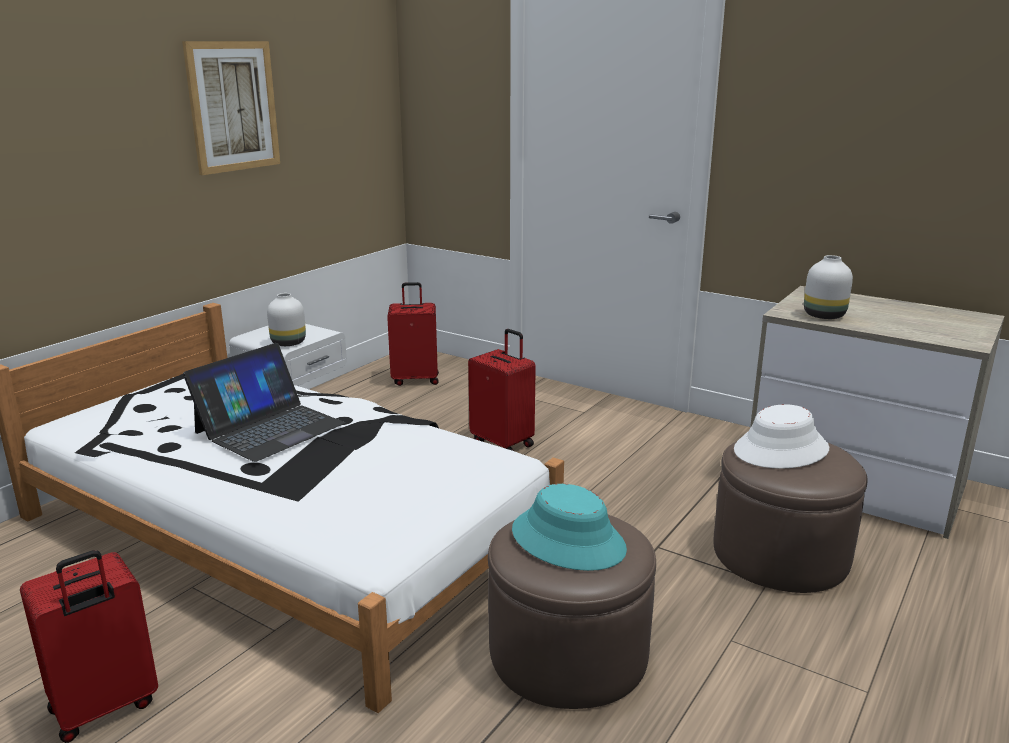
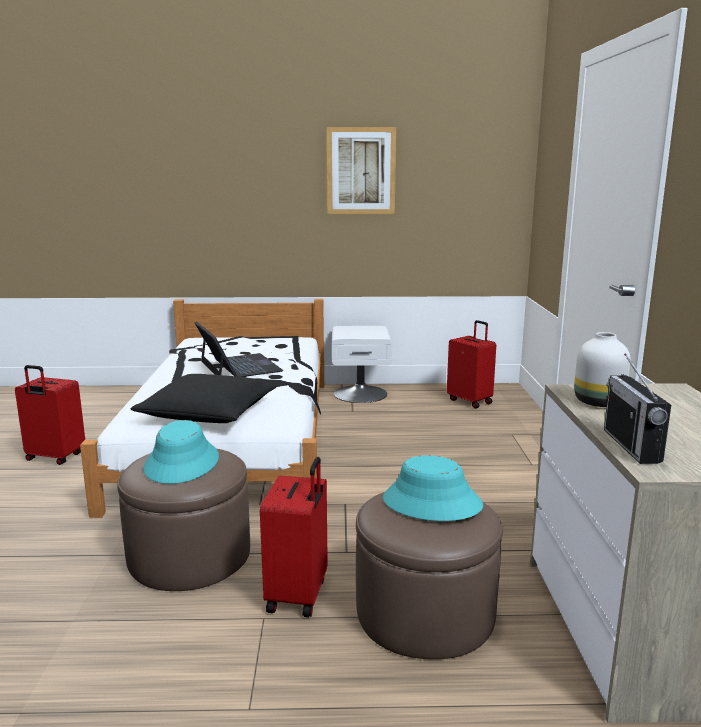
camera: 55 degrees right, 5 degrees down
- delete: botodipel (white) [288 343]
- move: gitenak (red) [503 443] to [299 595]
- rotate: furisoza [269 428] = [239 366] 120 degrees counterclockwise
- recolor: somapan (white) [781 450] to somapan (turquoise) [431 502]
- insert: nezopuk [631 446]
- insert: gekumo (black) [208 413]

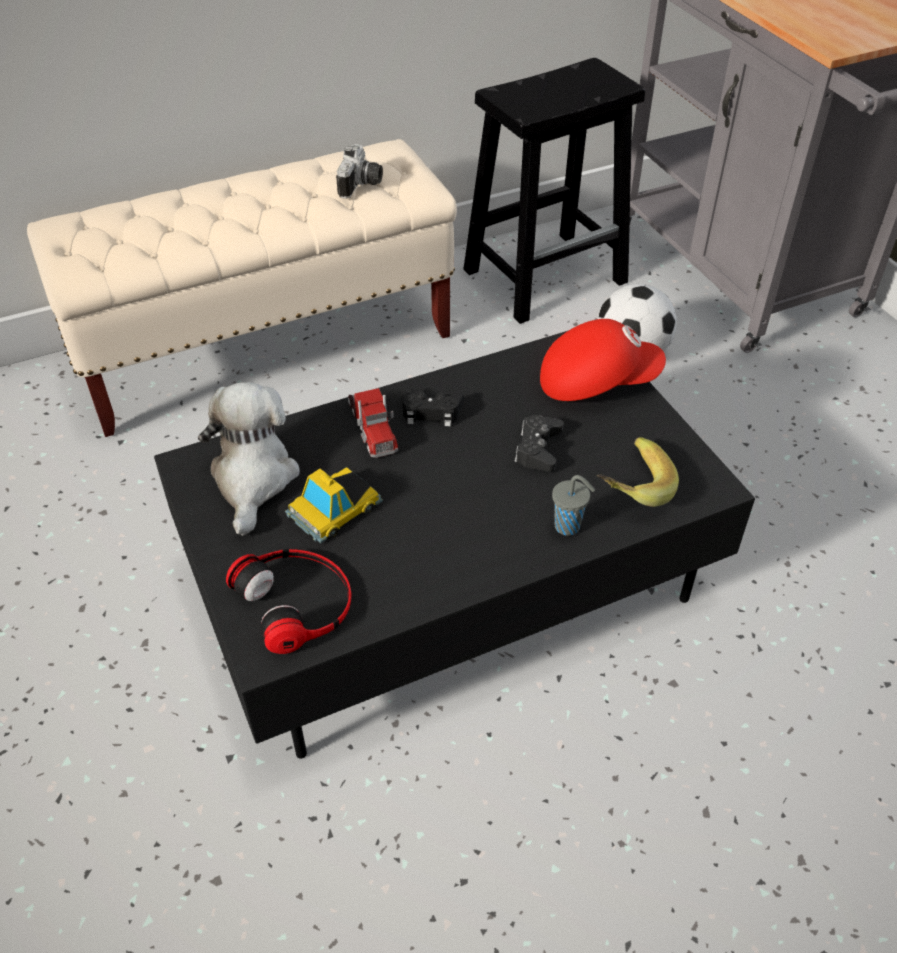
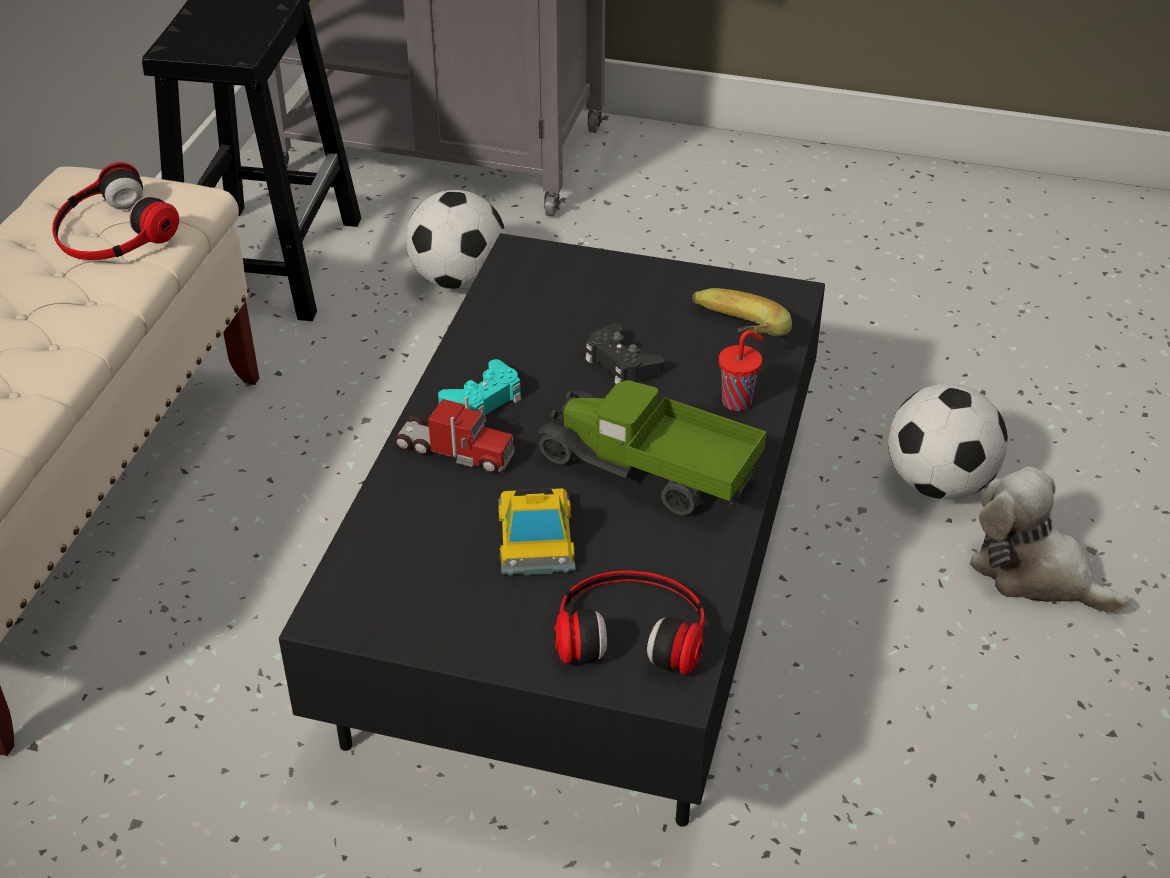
camera: 50 degrees left, 5 degrees down
- replace: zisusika [362 185] to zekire [111 231]
- delete: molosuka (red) [596 381]
- move: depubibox [253 478] to [1035 573]
- recolor: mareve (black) [431 411] to mareve (turquoise) [483 400]
- recolor: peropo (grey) [569 527] to peropo (red) [738 401]
- insert: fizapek [648 471]
- insert: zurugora [939 483]

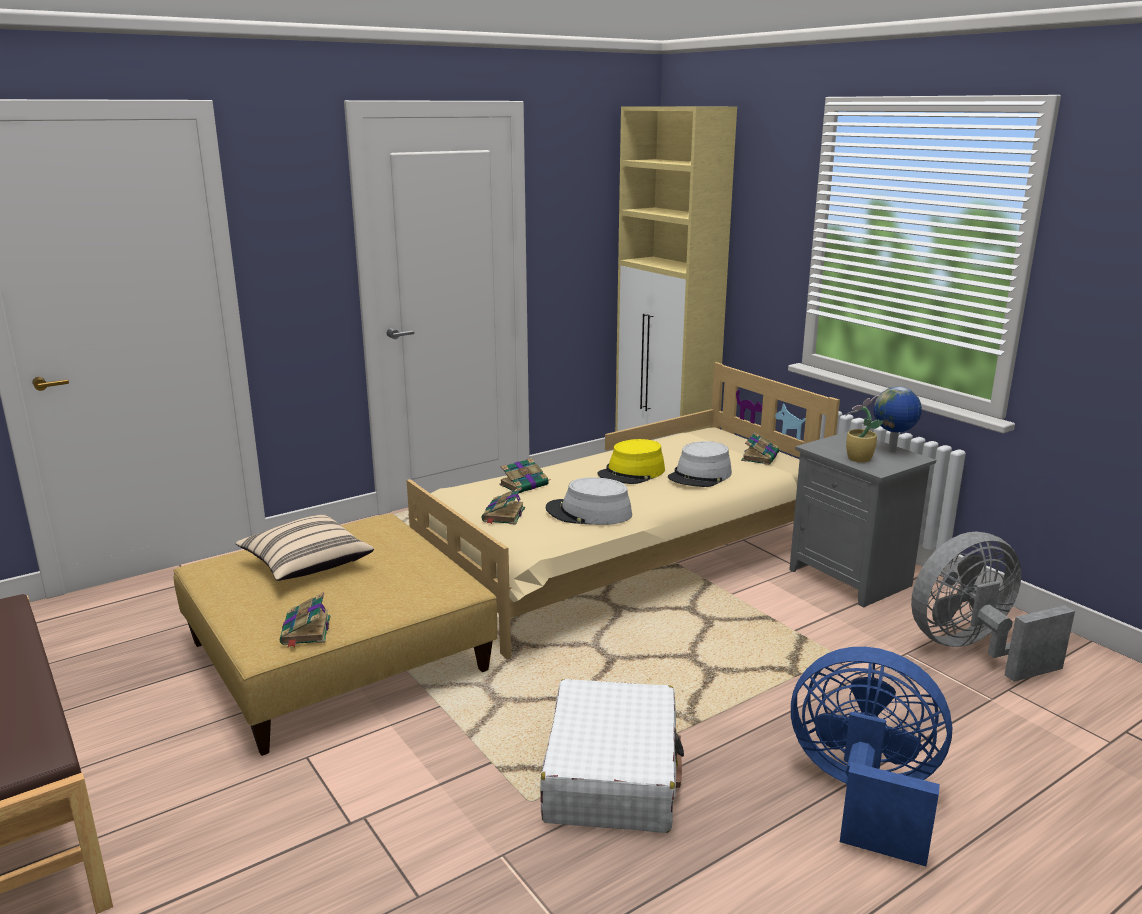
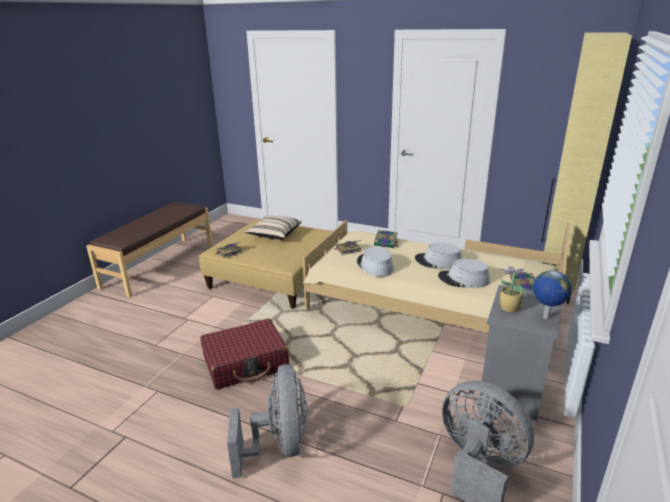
camera: 60 degrees right, 5 degrees up
- recolor: somapan (yellow) [632 473] to somapan (grey) [438 262]
- recolor: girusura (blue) [863 796] to girusura (grey) [279 445]
- recolor: gitenak (white) [612 774] to gitenak (red) [246 363]

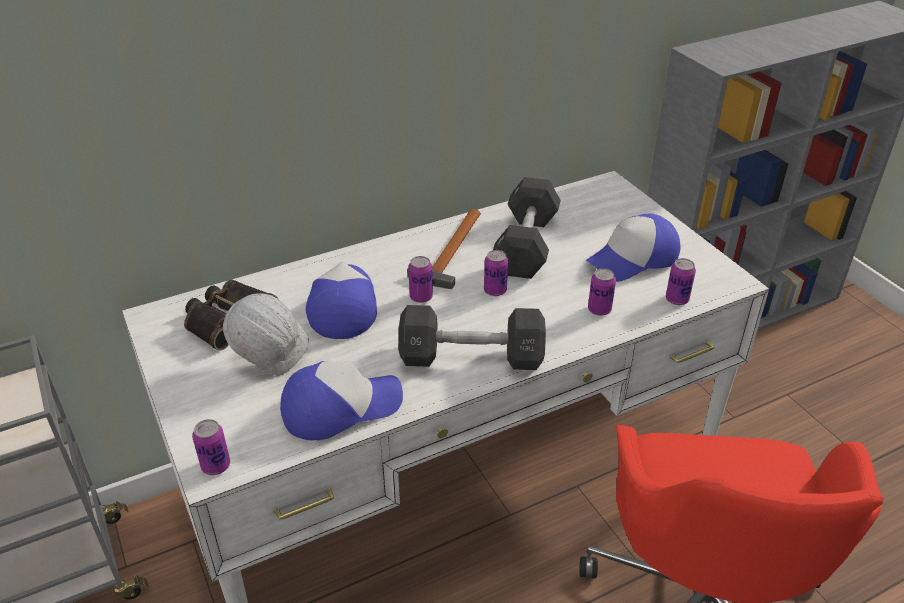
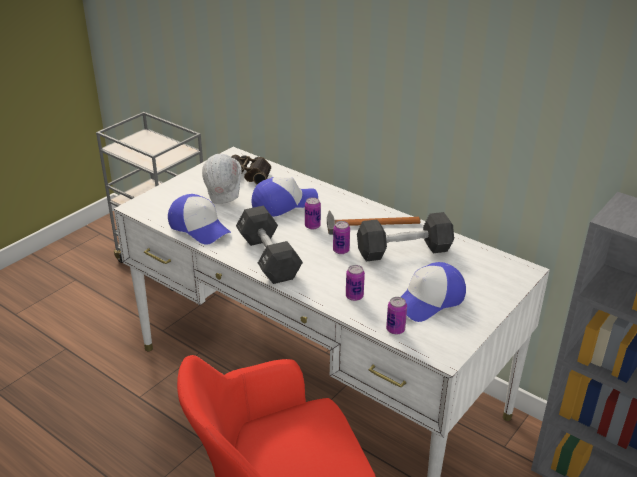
camera: 65 degrees right, 5 degrees down
- rotate: molosuka [633 259] = [429 300] 75 degrees counterclockwise
- delete: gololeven [216 466]

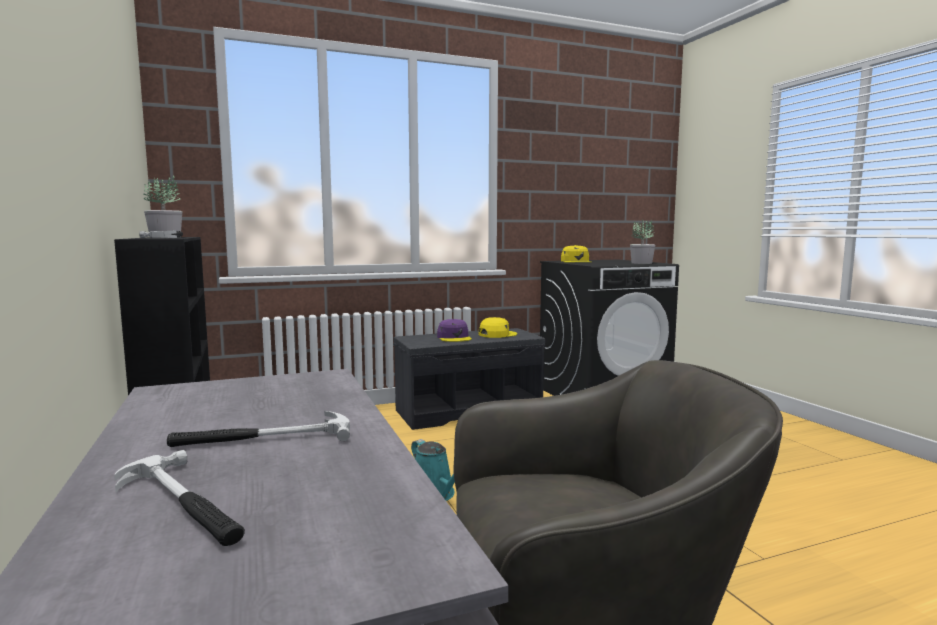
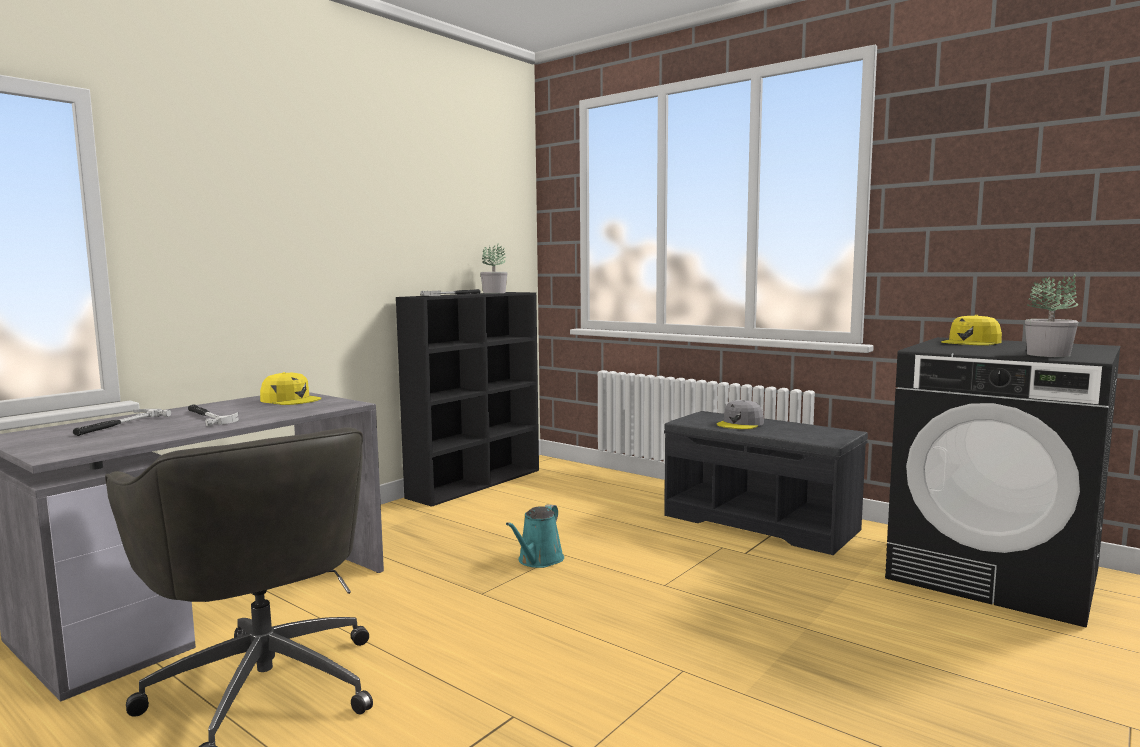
camera: 60 degrees right, 0 degrees up
- move: molosuka (yellow) [497 334] to [291 400]
- recolor: molosuka (purple) [454 338] to molosuka (grey) [740 424]

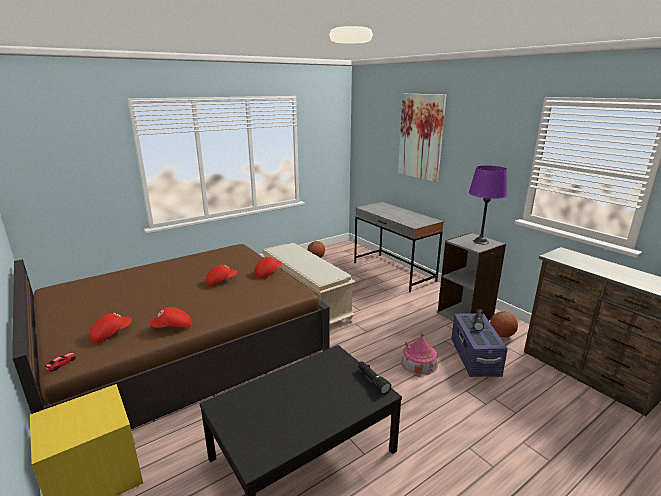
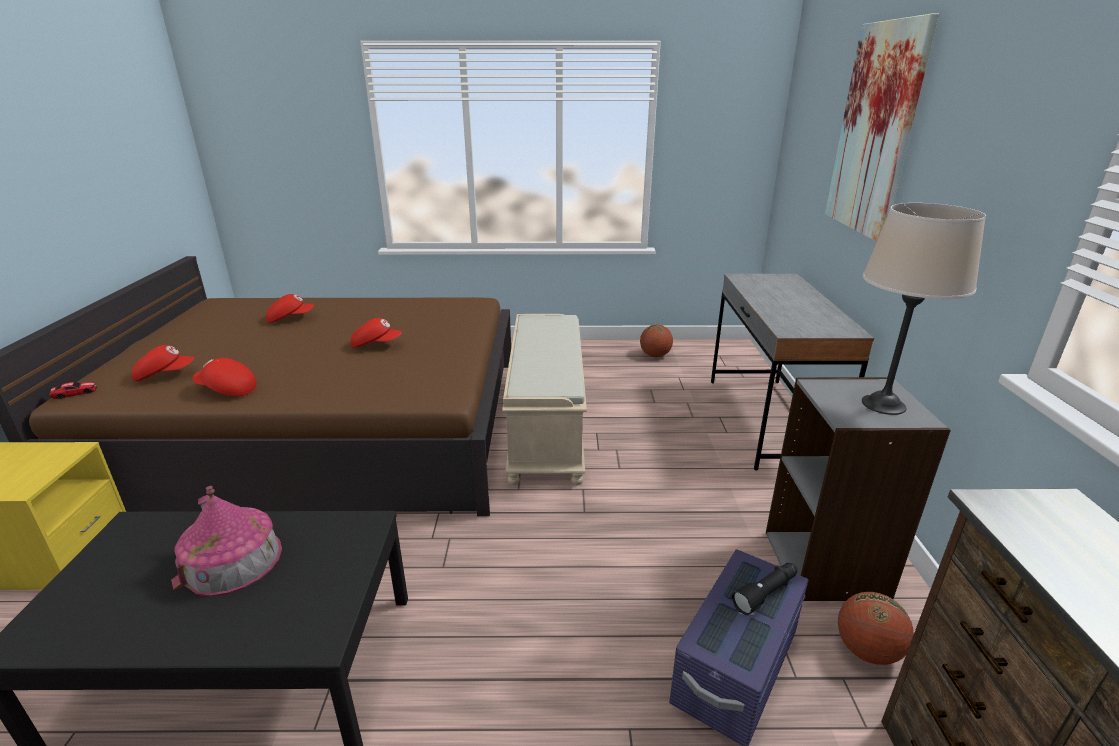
camera: 35 degrees right, 5 degrees up
- recolor: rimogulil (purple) [480 241] to rimogulil (beige) [883 404]
- move: molosuka (red) [268 273] to [290 318]
- move: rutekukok [419 363] to [232 560]
- delete: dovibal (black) [372 381]

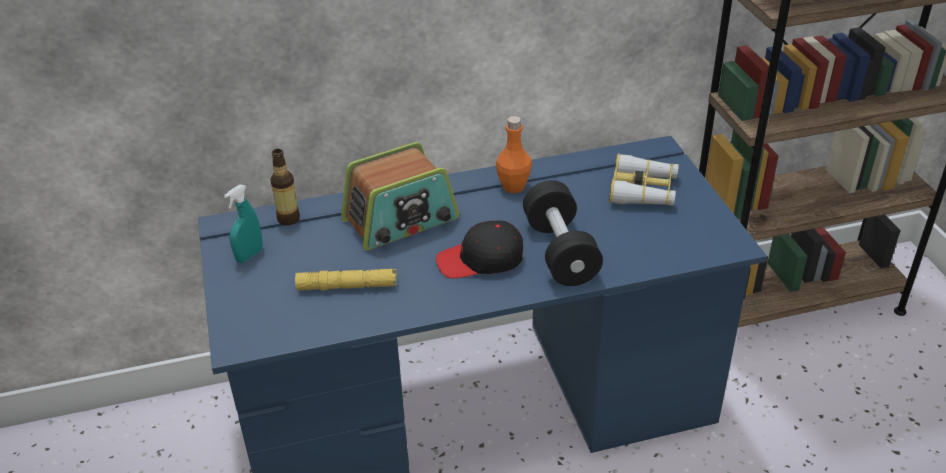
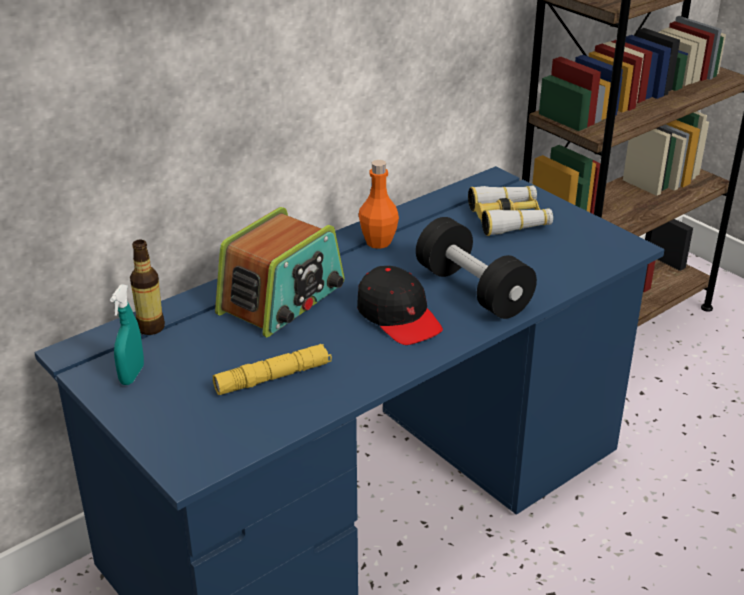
camera: 25 degrees left, 5 degrees down
- rotate: molosuka (black) [481 260] = [399 317] 90 degrees counterclockwise

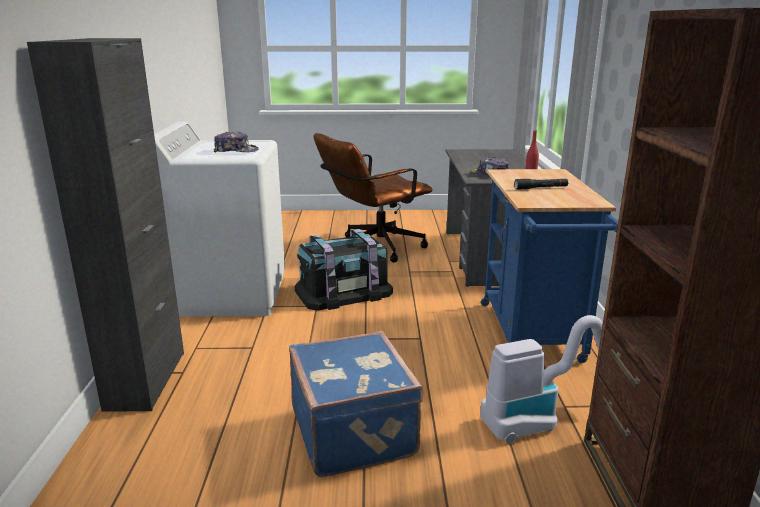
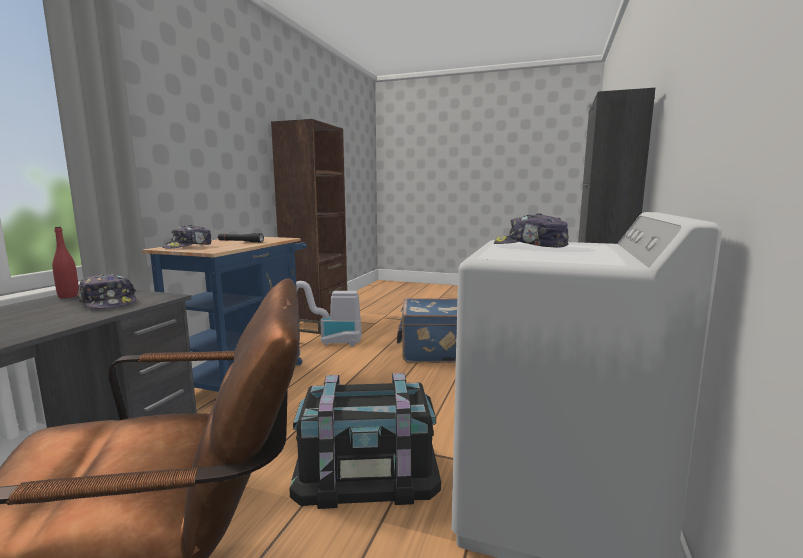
camera: 160 degrees left, 10 degrees down
- insert: molosuka [188 247]

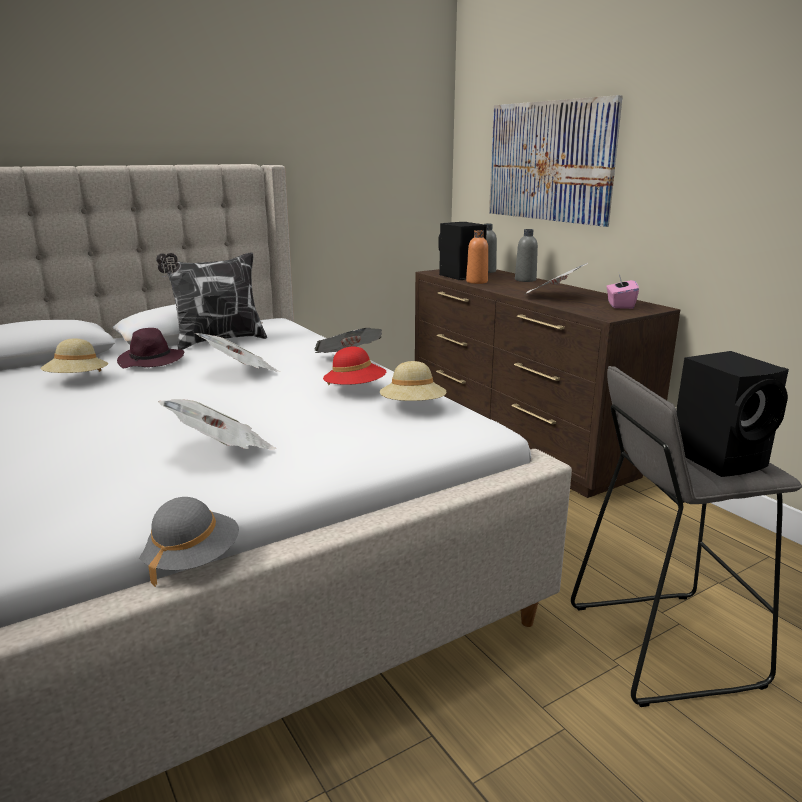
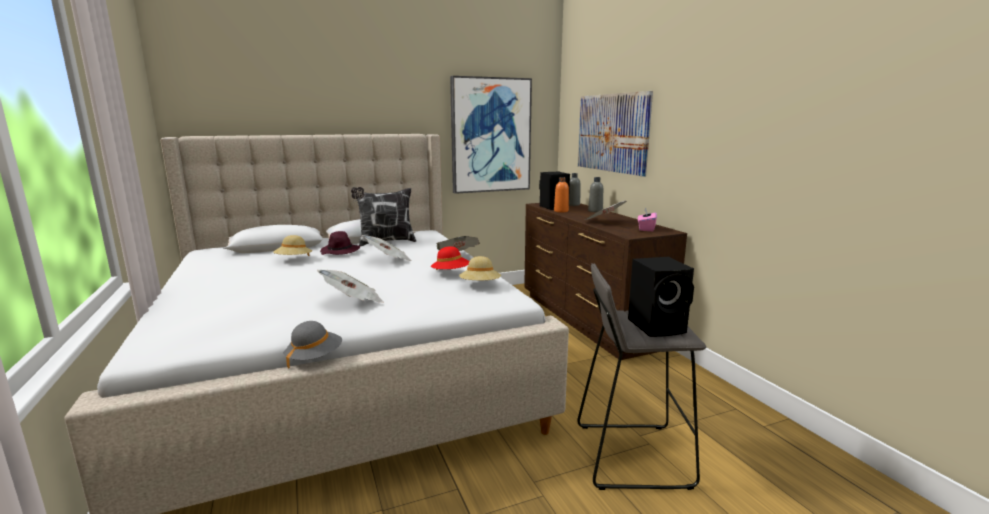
camera: 10 degrees right, 5 degrees down
- insert: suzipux [490 135]

